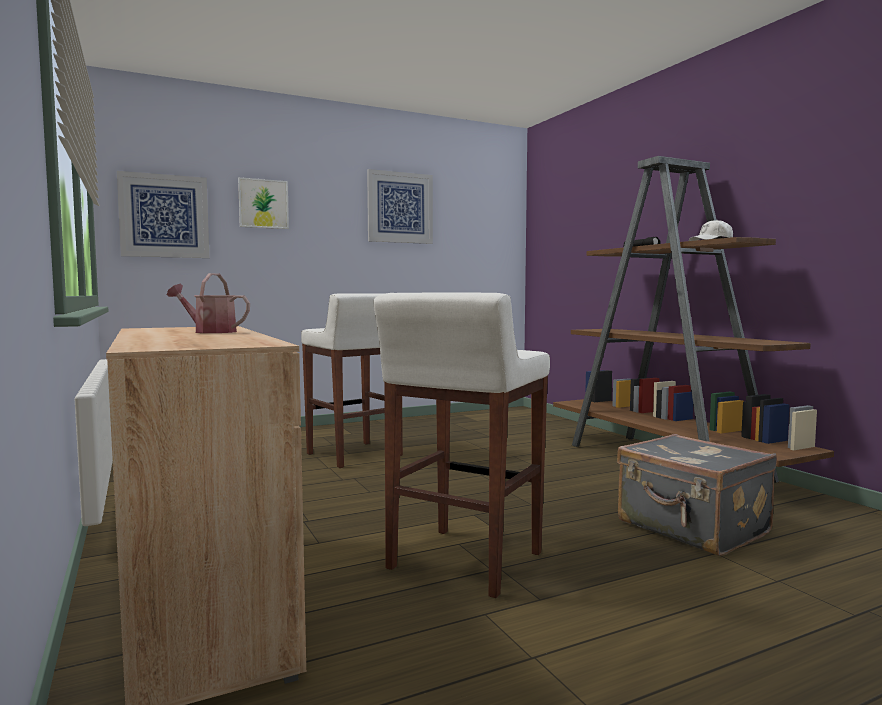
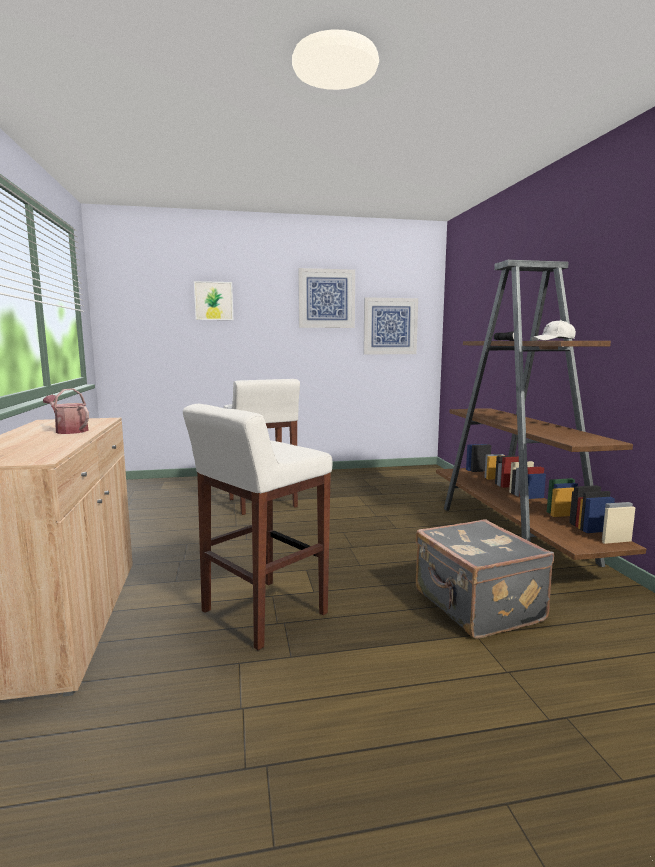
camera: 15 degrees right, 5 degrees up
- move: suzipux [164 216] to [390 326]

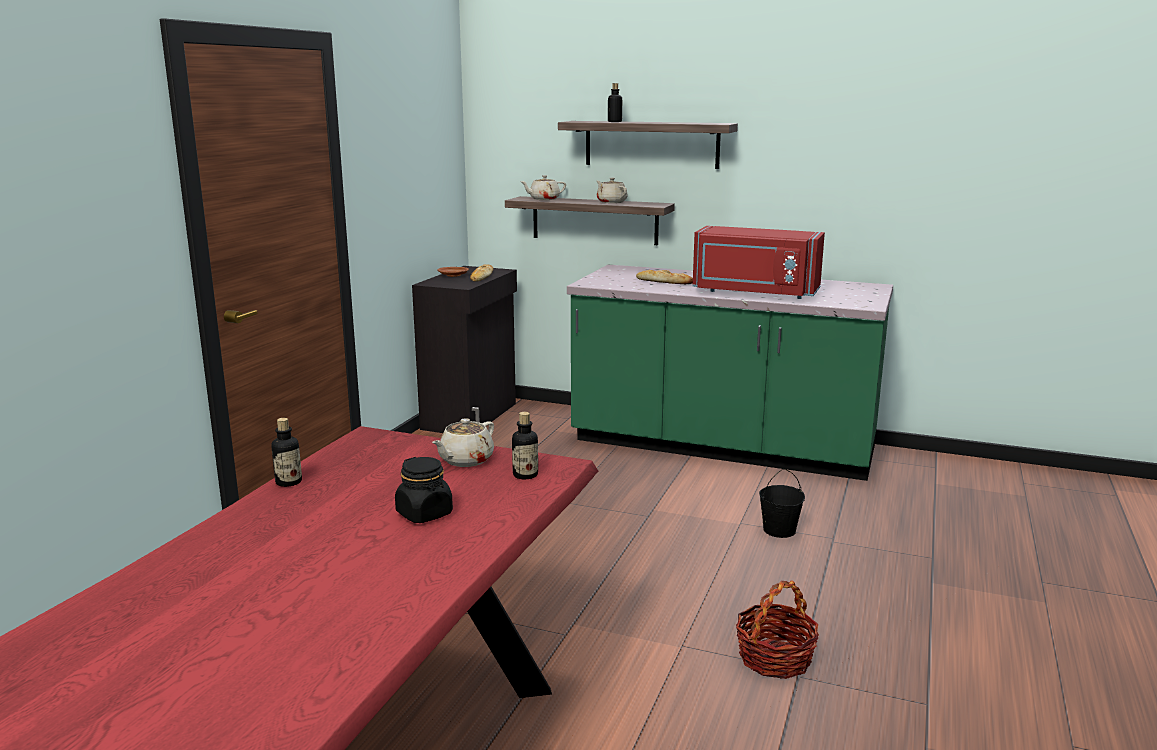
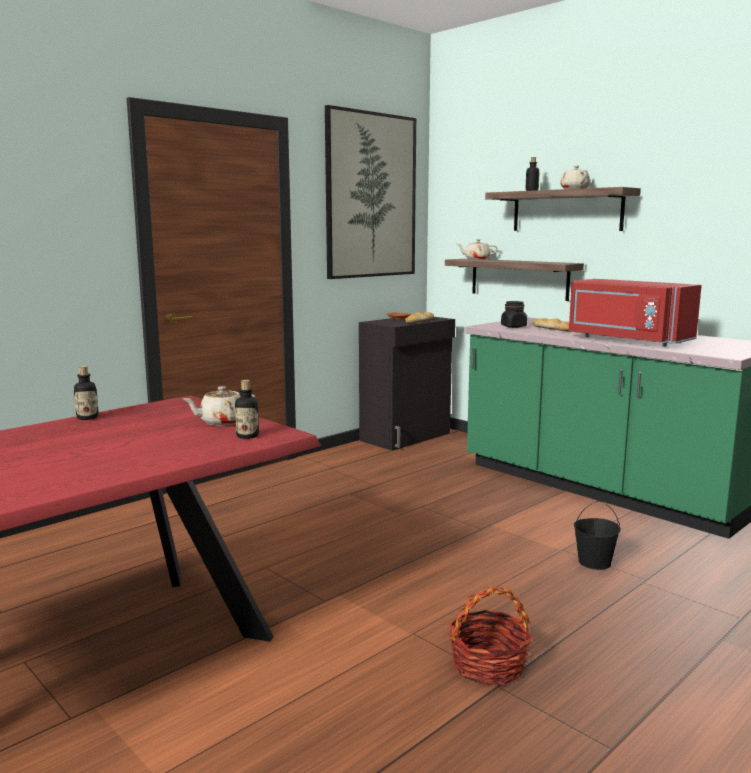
camera: 25 degrees right, 5 degrees down
- move: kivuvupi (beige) [611 202] to [574 189]
- move: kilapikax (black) [424 514] to [513 326]
- insert: suzipux [371 196]

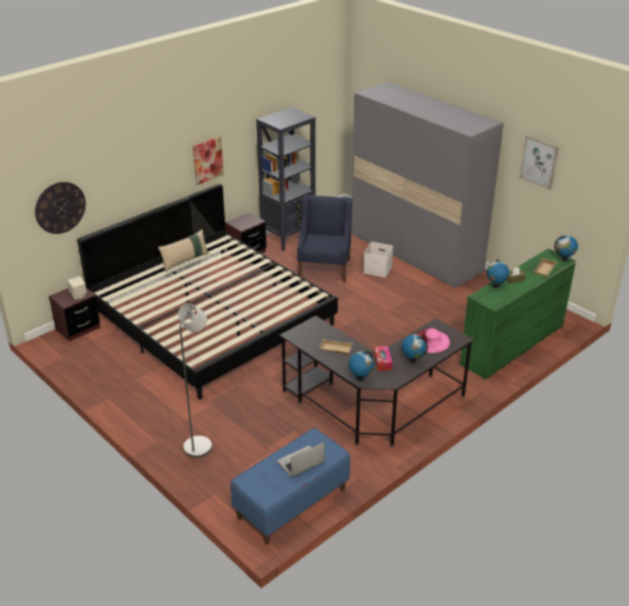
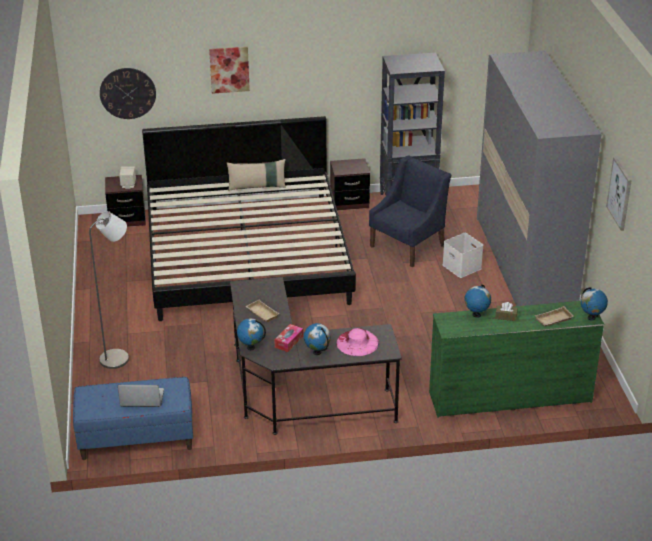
camera: 35 degrees right, 0 degrees up
- move: suzipux [207 160] to [229 69]

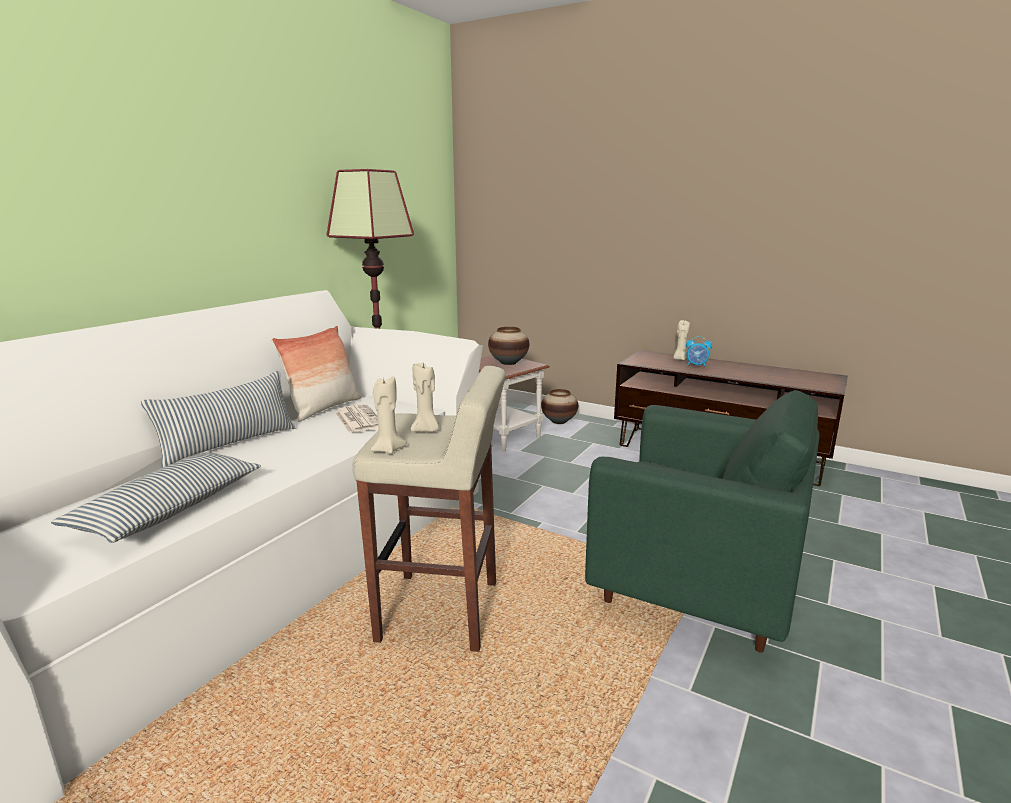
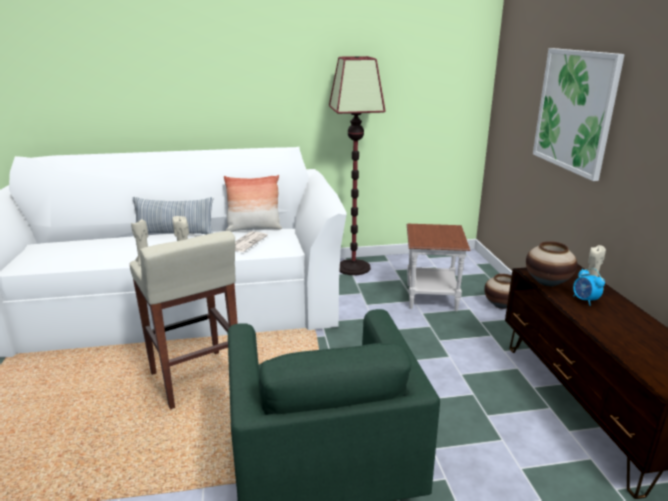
camera: 50 degrees right, 5 degrees up
- move: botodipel [509 363] to [547 283]
- delete: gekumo [170 509]
- insert: suzipux [575 111]

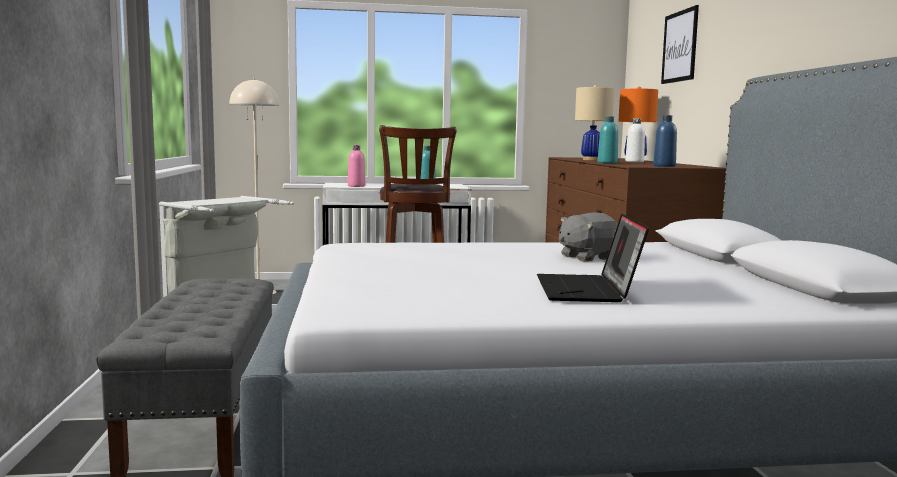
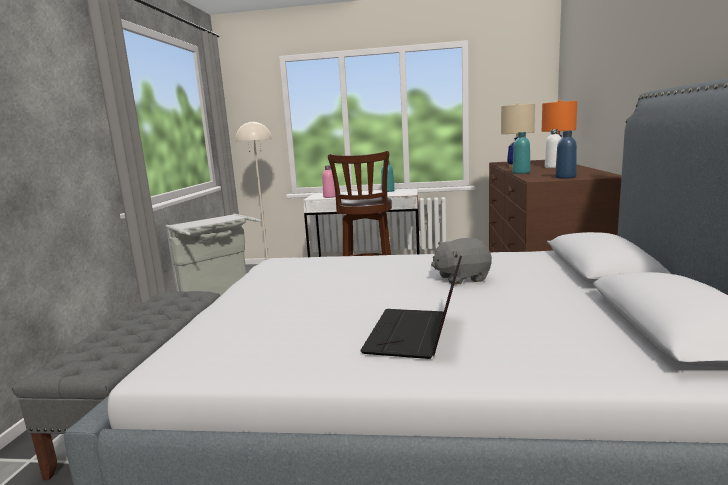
camera: 15 degrees right, 5 degrees up
- delete: suzipux [679 46]

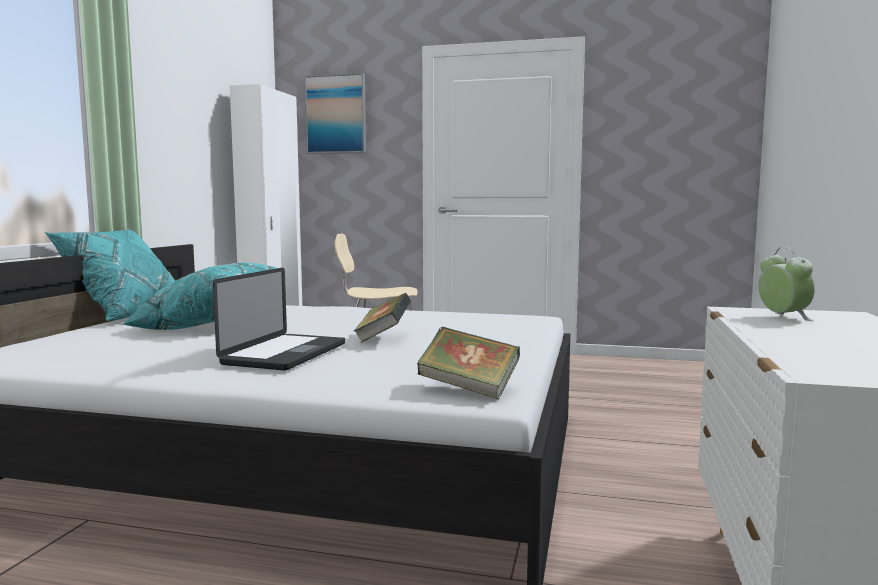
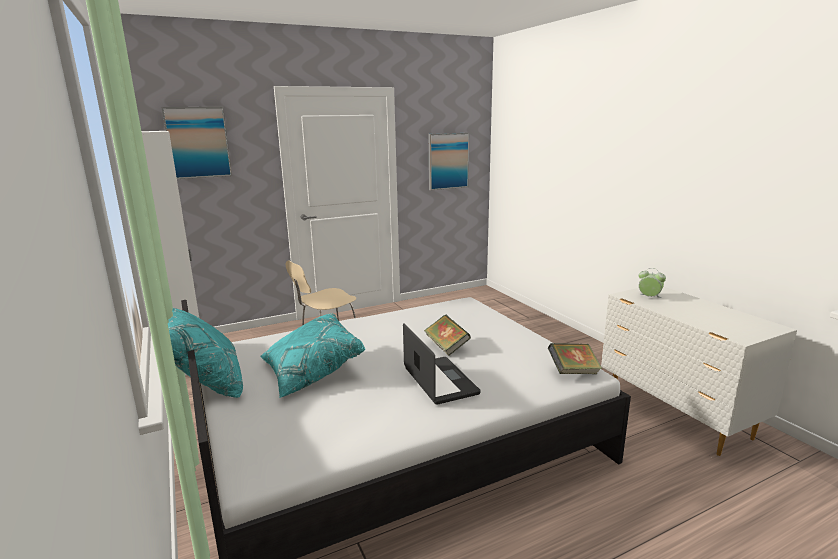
camera: 40 degrees left, 10 degrees up
- insert: suzipux [448 161]

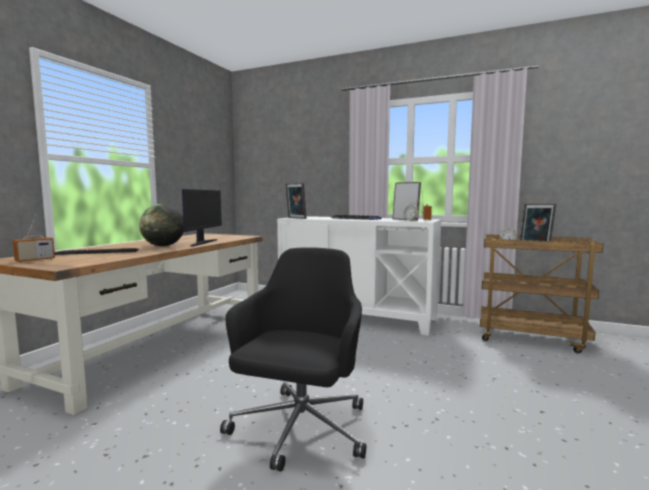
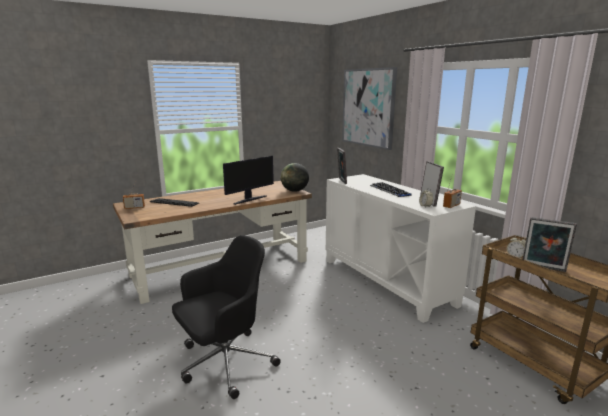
camera: 35 degrees right, 10 degrees up
- move: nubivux [163 246] to [294 191]
- insert: suzipux [368 107]

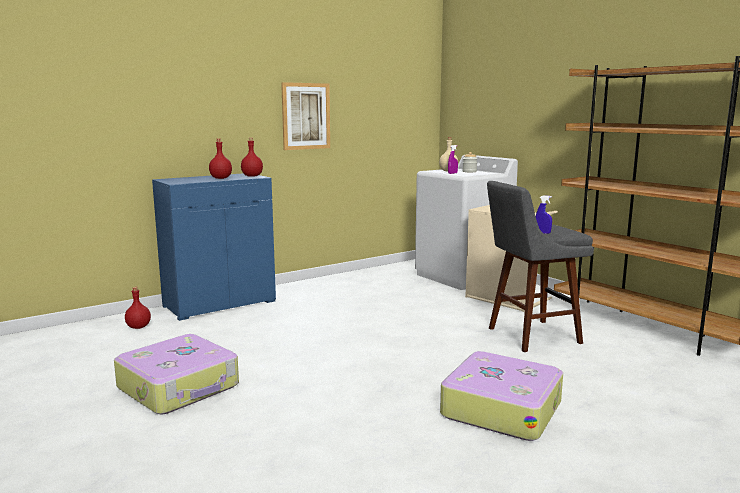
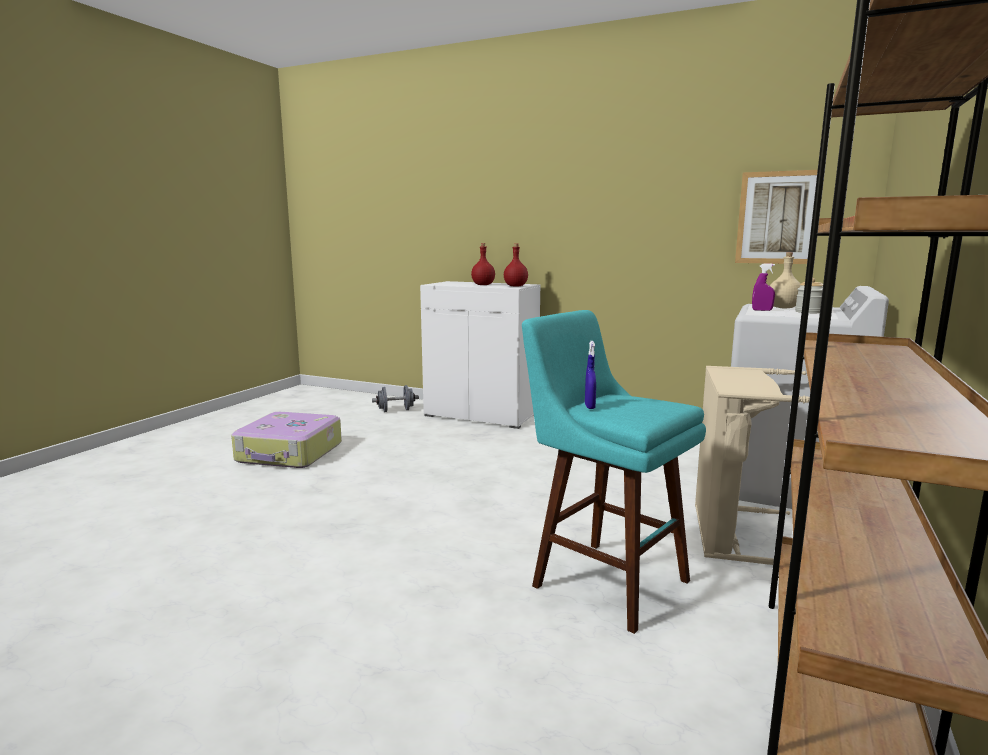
camera: 60 degrees right, 0 degrees up
- move: suzipux [306 116] to [778 218]
- recolor: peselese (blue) [220 303] to peselese (white) [482 415]
- recolor: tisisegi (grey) [529 336] to tisisegi (turquoise) [604 580]
- replace: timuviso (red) [138 327] to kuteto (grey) [396 410]
- delete: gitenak [501 408]

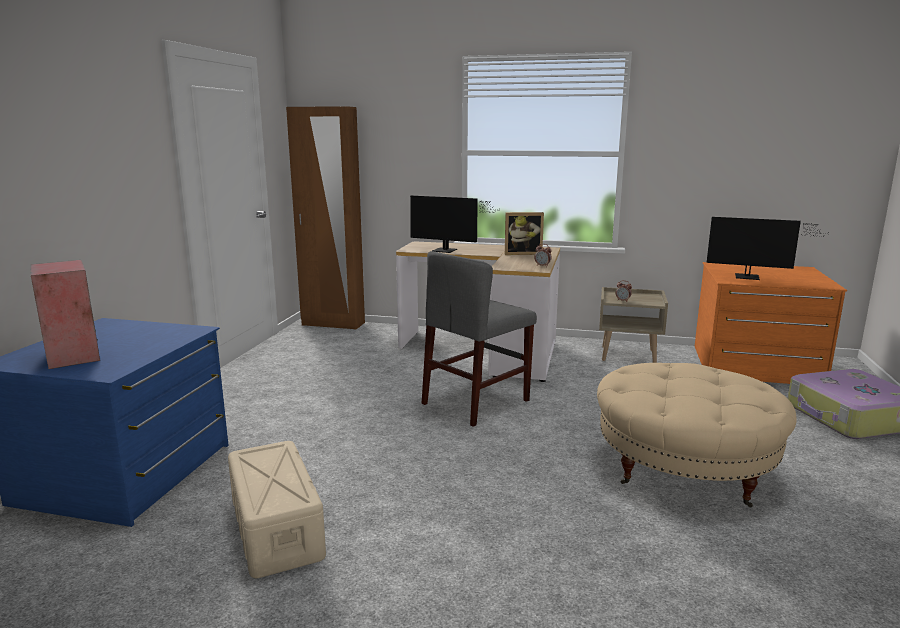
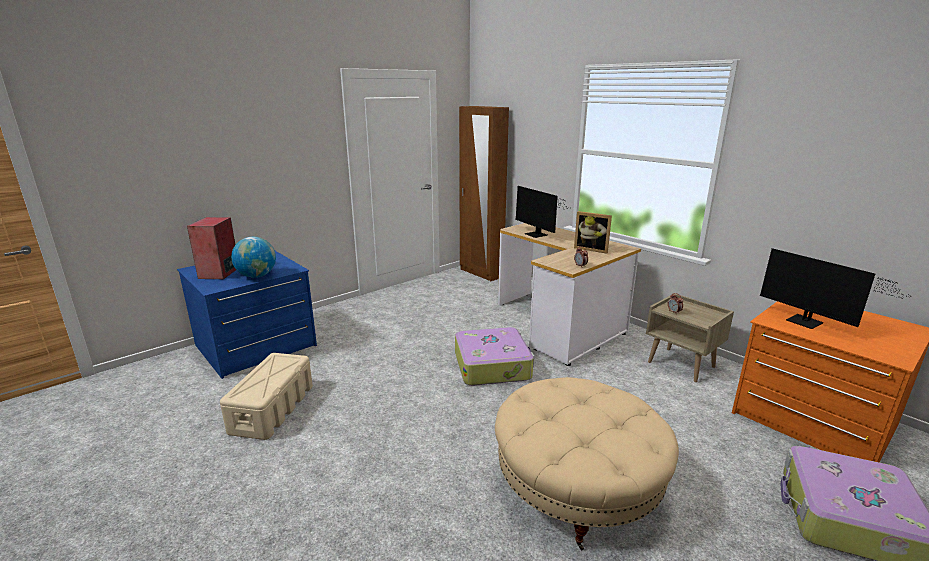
camera: 35 degrees right, 5 degrees up
- replace: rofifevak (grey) [476 402] to gitenak [493 365]
- insert: nubivux [257 276]

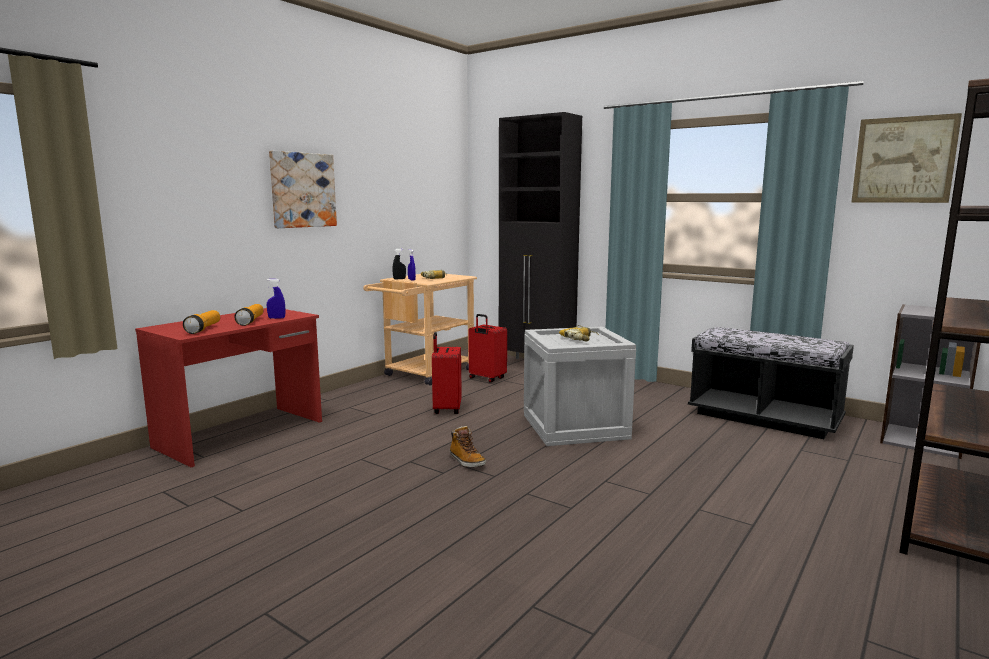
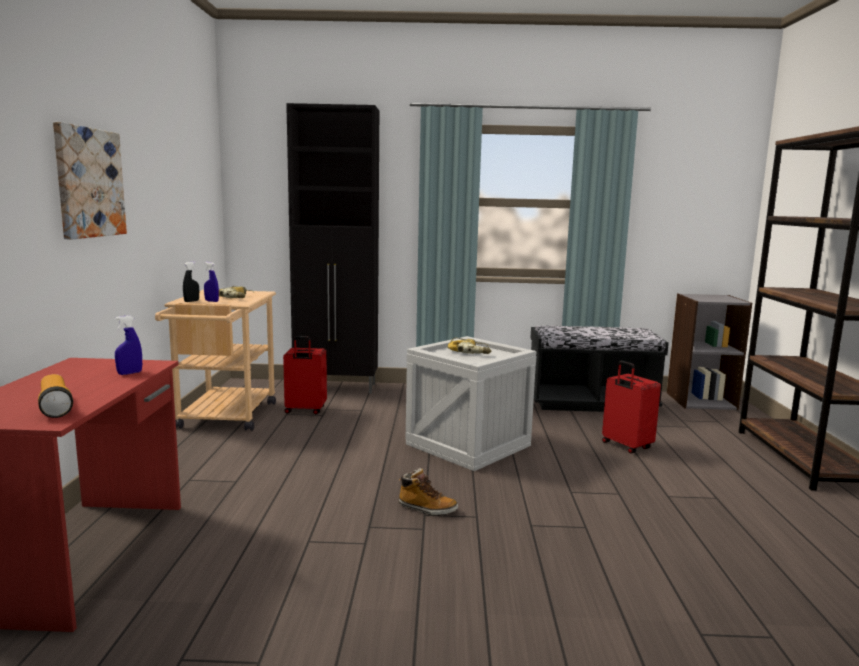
camera: 35 degrees left, 0 degrees up
- delete: suzipux [903 160]
- delete: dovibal [251 321]
- move: gitenak (red) [446 409] to [625 446]

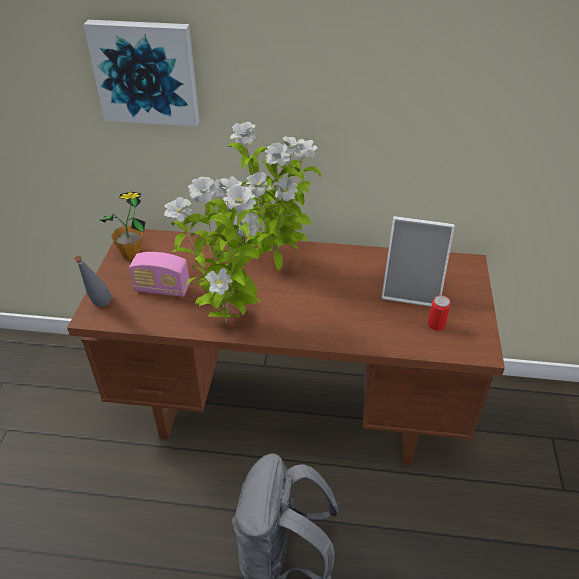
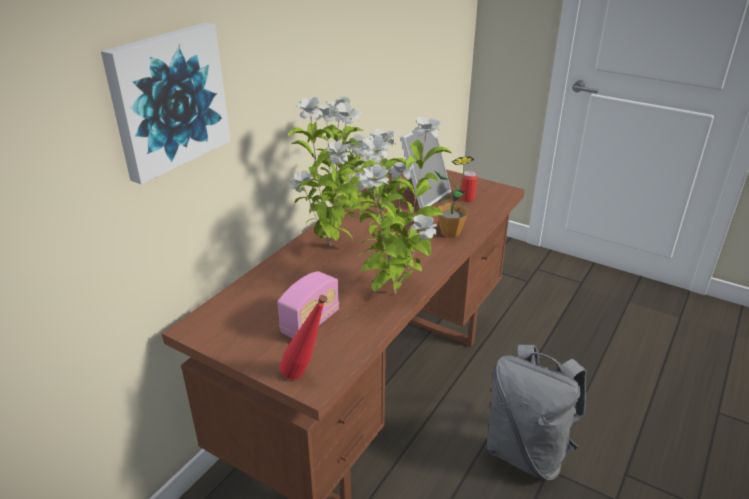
camera: 65 degrees left, 10 degrees down
- move: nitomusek [131 254] to [450 233]
- recolor: timuviso (grey) [100 308] to timuviso (red) [306 376]

